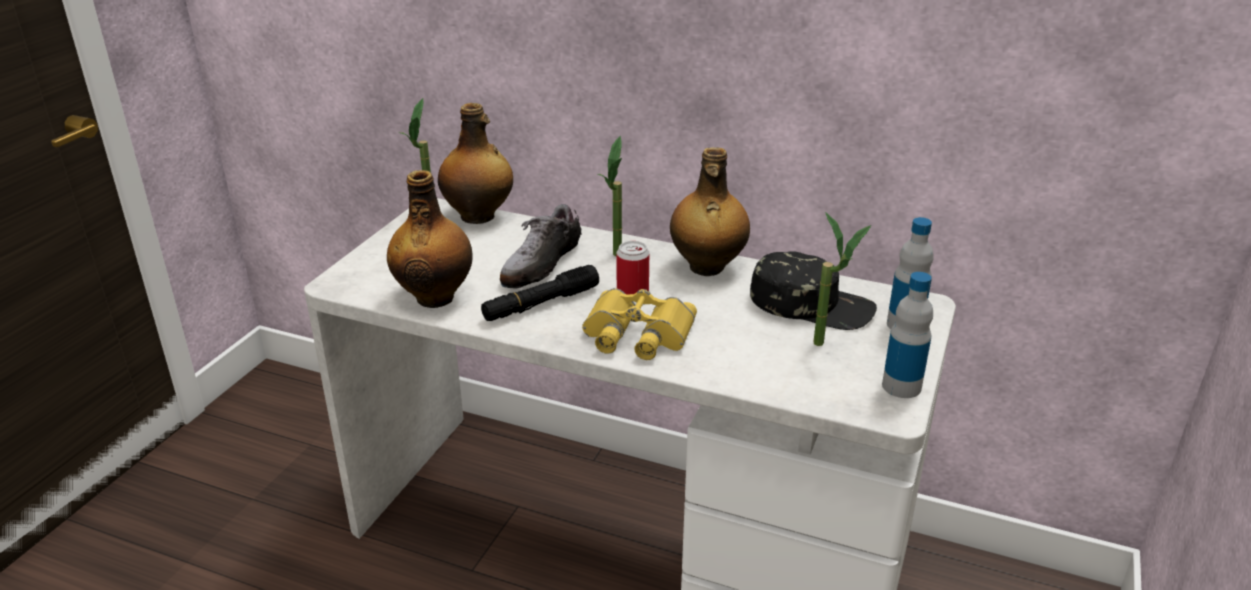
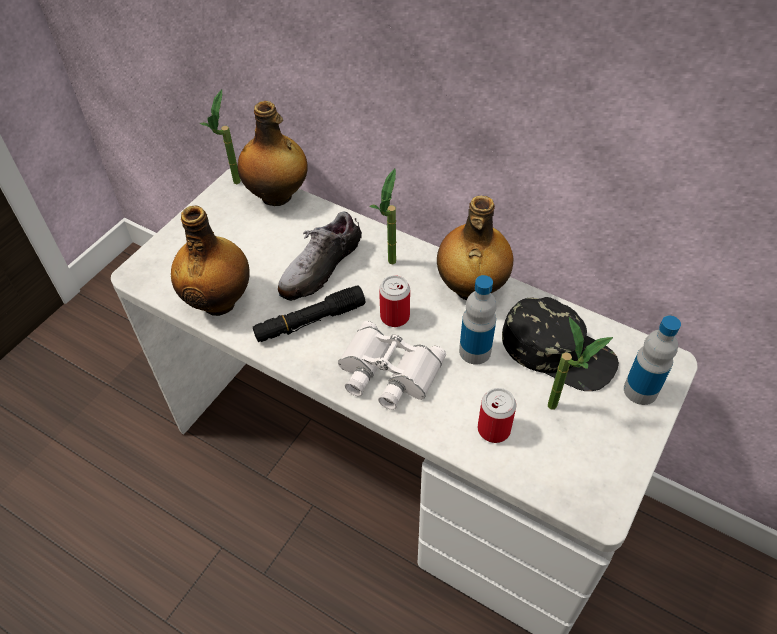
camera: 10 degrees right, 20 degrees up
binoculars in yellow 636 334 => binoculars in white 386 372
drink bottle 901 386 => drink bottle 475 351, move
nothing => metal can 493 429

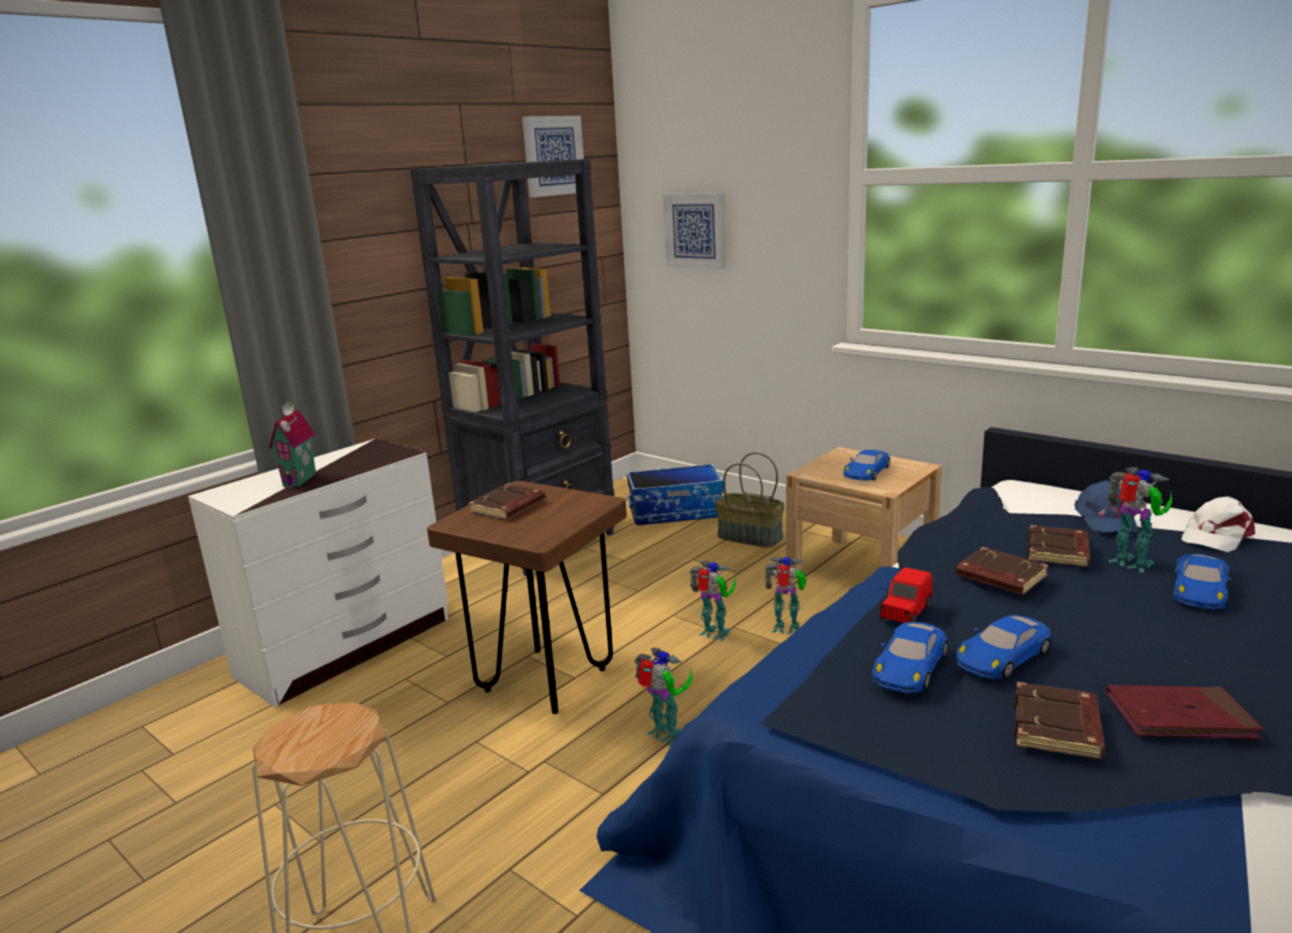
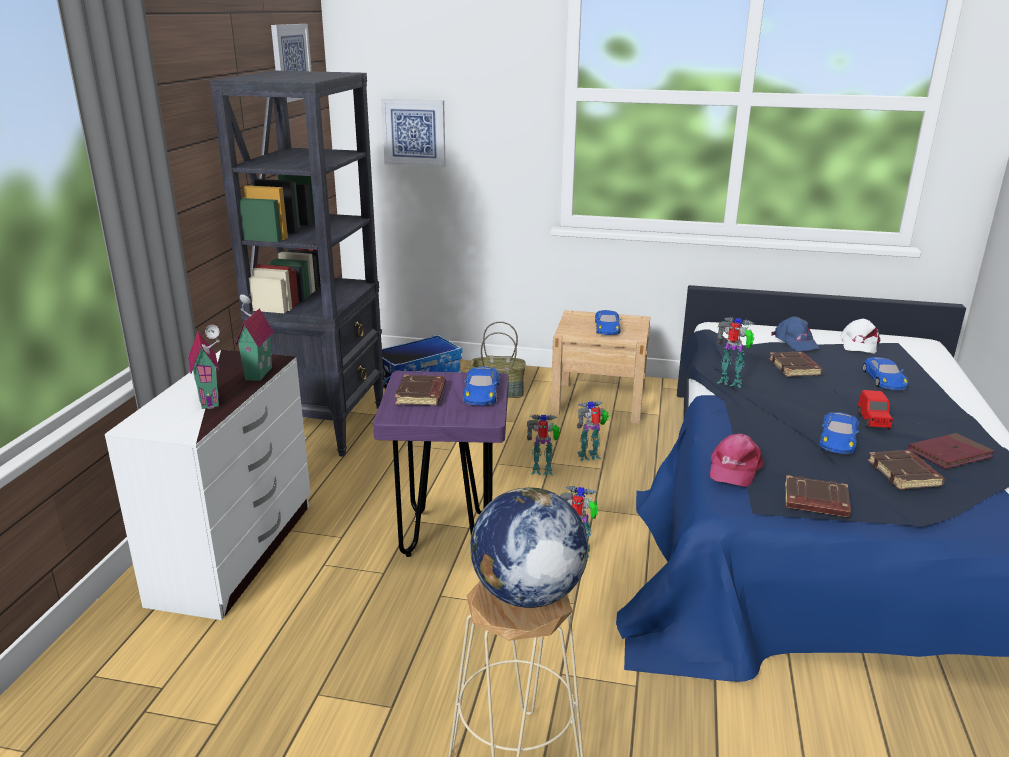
camera: 30 degrees left, 5 degrees up
stool in brownish 546 680 => stool in purple-coloured 448 535
miniature car in bluish 910 665 => miniature car in bluish 481 392, move
miniature car in red-coloured 905 613 => miniature car in red-coloured 873 421, move
bound book in brownish 999 577 => bound book in brownish 815 502, move
model robot 1131 564 => model robot 731 383, move
nothing => toy house 256 373
nothing => desk globe 526 593
nothing => peaked cap in pinkish 734 468

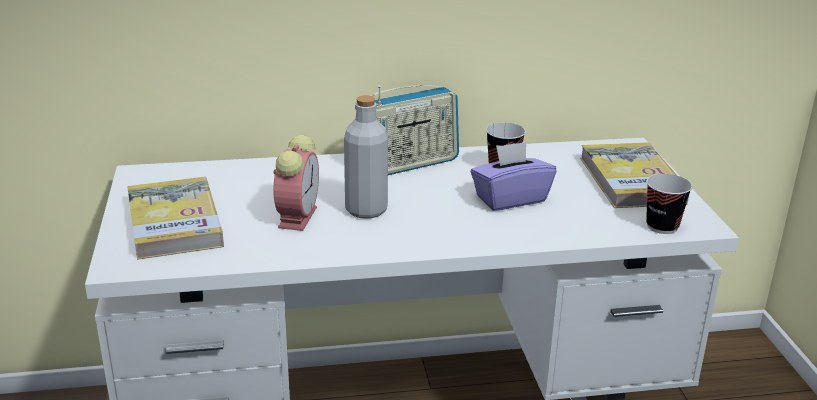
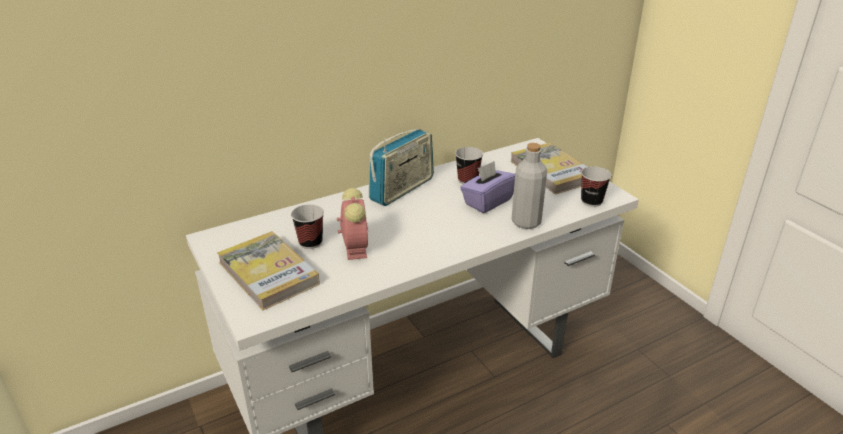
camera: 20 degrees left, 5 degrees up
drink bottle in grey 366 210 => drink bottle in grey 526 222, move
nothing => small cup 310 242

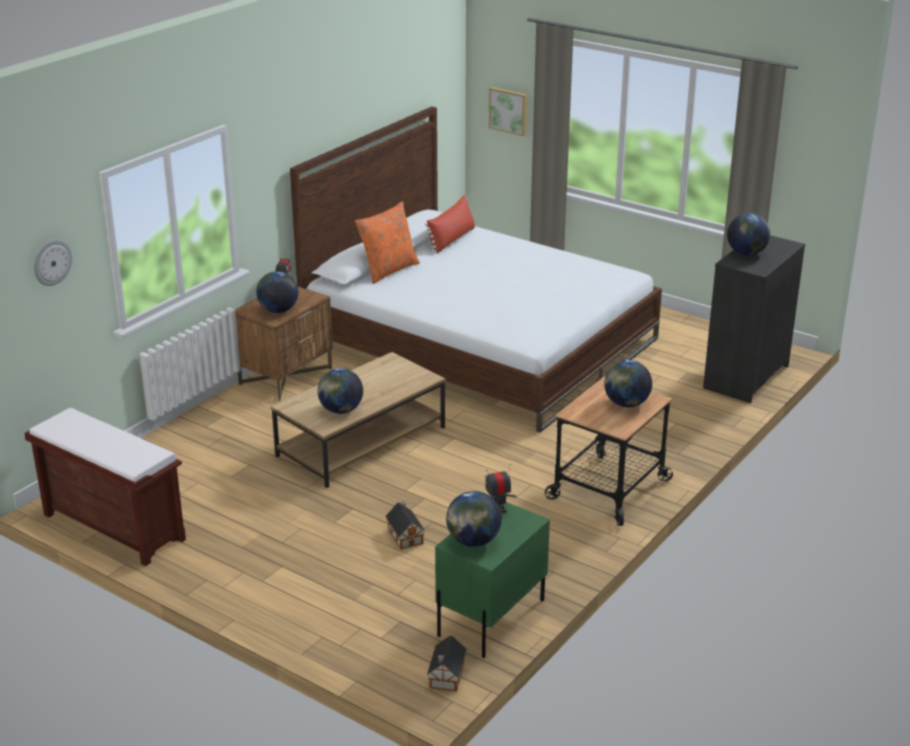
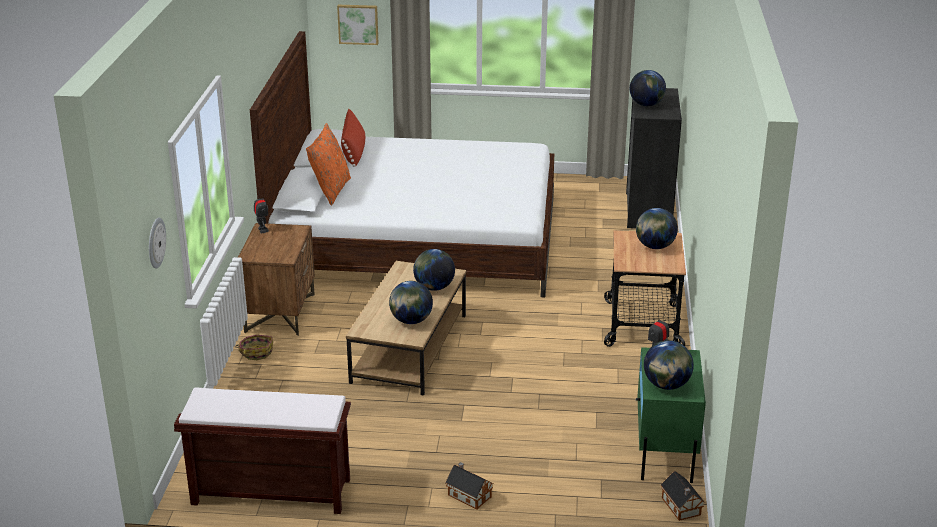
camera: 30 degrees left, 0 degrees up
desk globe 278 310 => desk globe 434 287, move
toy house 405 535 => toy house 468 495, move
nothing => storage basket 256 352

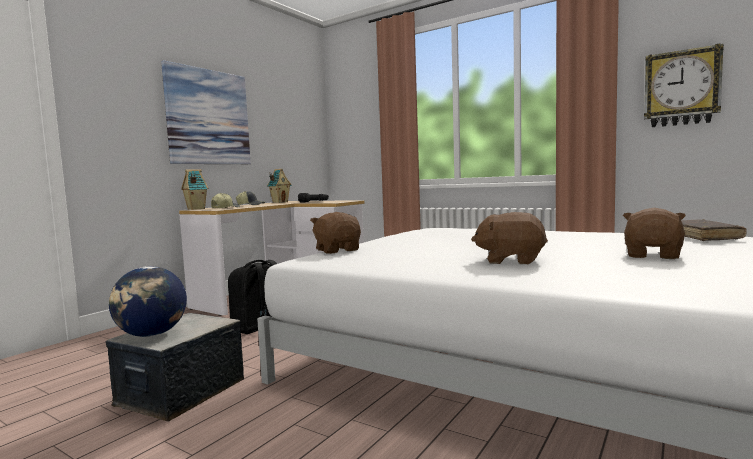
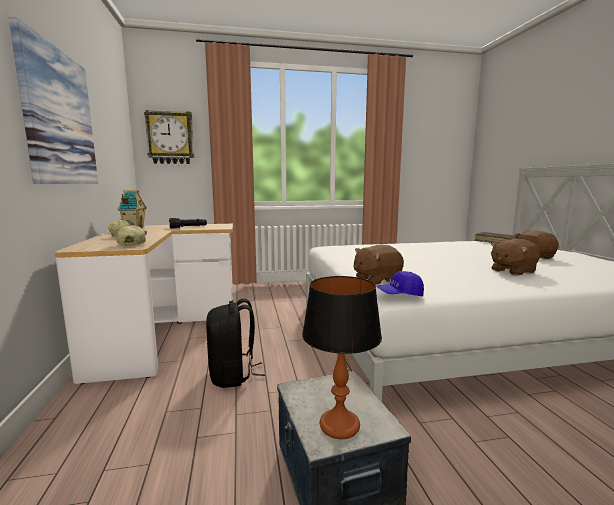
camera: 45 degrees left, 5 degrees up
desk globe 152 335 => table lamp 340 425
toy house 195 209 => nothing
cuddly toy in brownish 338 250 => cuddly toy in brownish 376 280, 45 degrees counterclockwise
hanging clock 681 88 => hanging clock 170 138, move
nothing => peaked cap in bluish 399 295

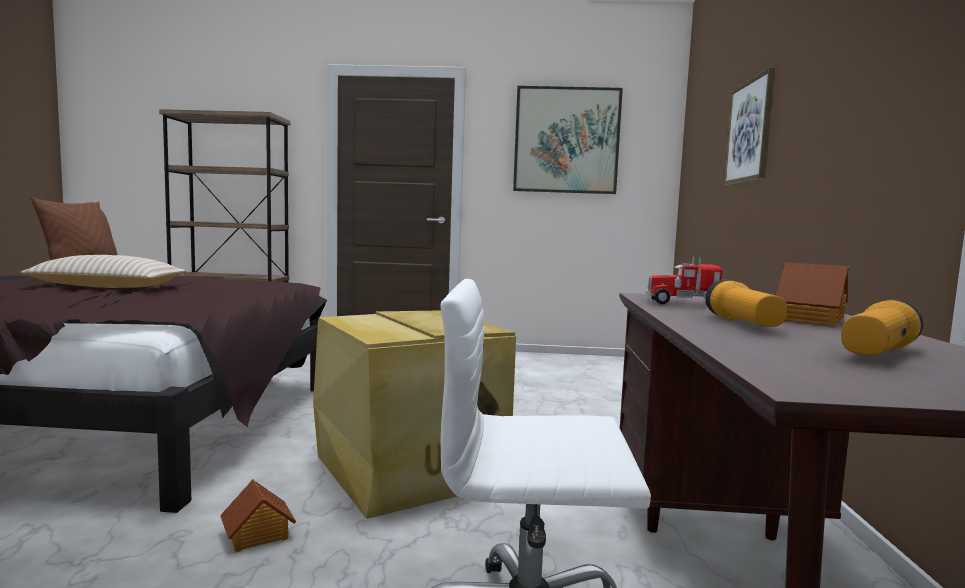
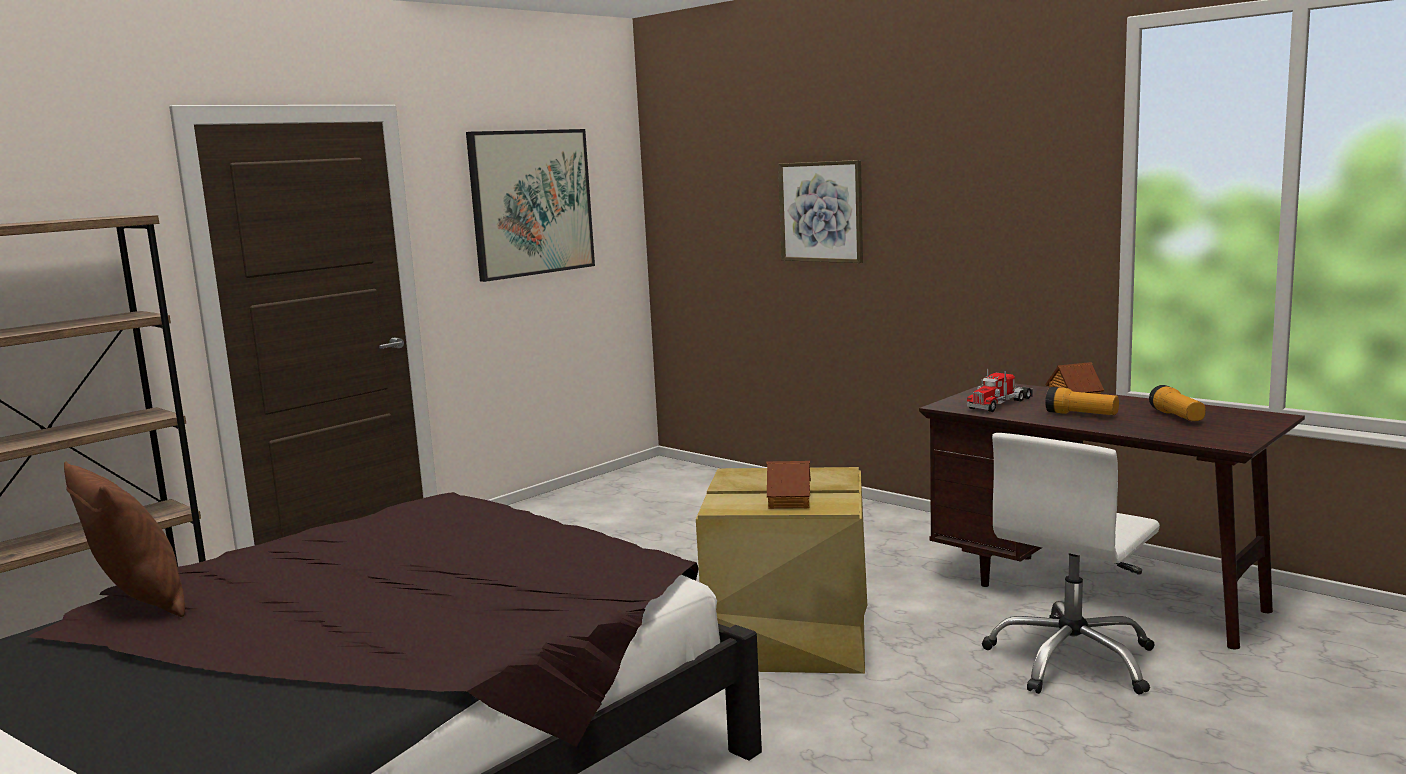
camera: 50 degrees left, 5 degrees up
throw pillow in beige 107 287 => nothing
toy house 257 534 => toy house 790 501, move

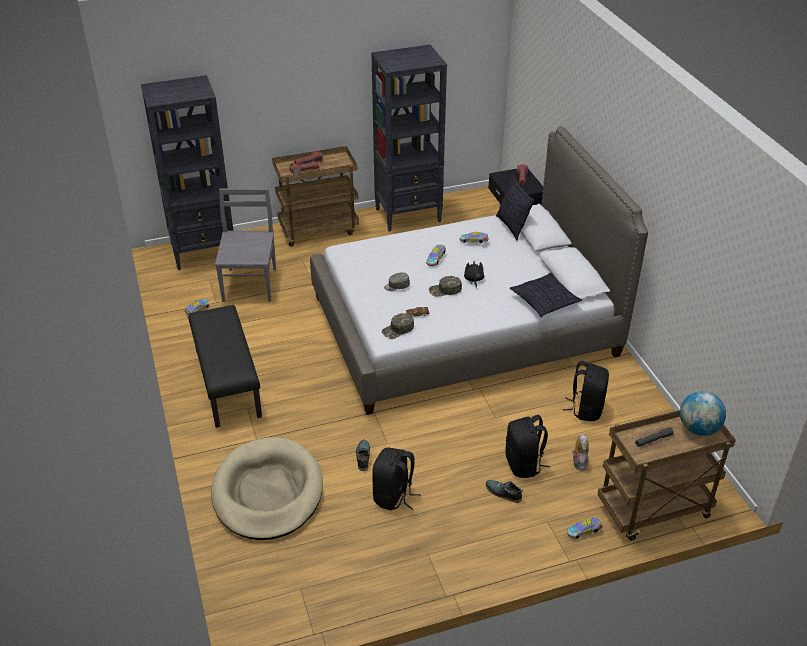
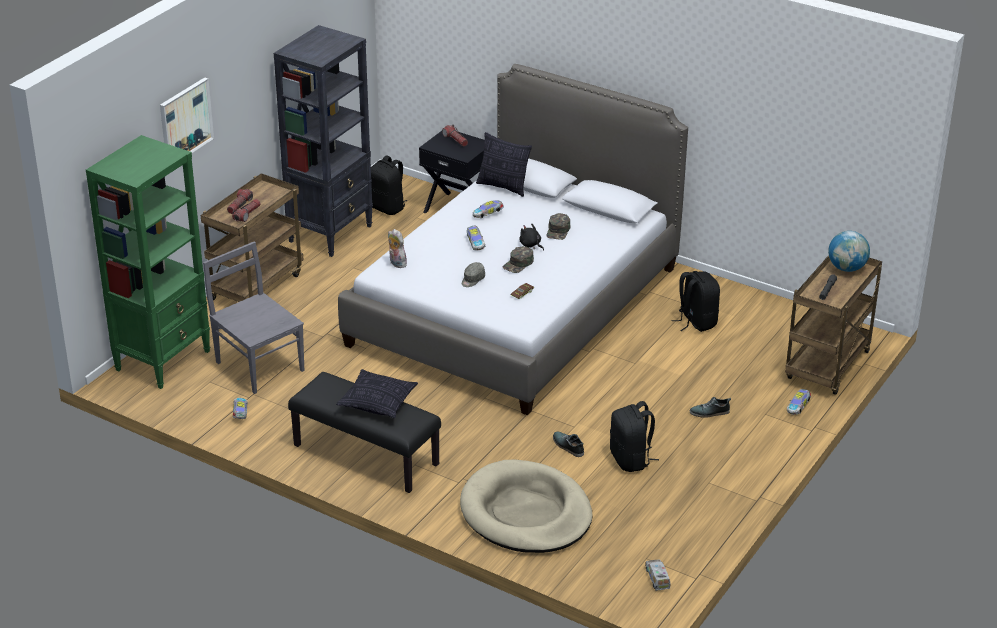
camera: 40 degrees left, 5 degrees down
bookcase in blackish 204 252 => bookcase in greenish 164 360
peaked cap in greenish 398 329 => peaked cap in greenish 558 231, move
knapsack in blackish 524 464 => knapsack in blackish 387 207, move
throw pillow 545 302 => throw pillow 378 402, move
cuddly toy 578 463 => cuddly toy 396 263, move
nothing => wall art 185 121
nothing => model truck 657 578

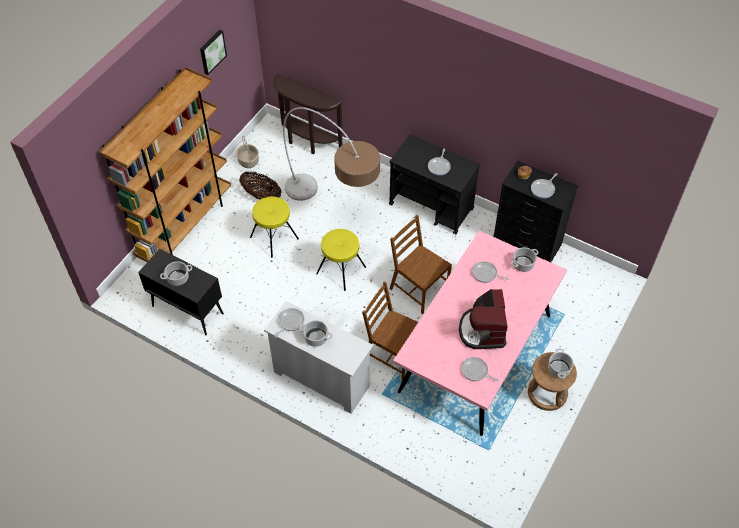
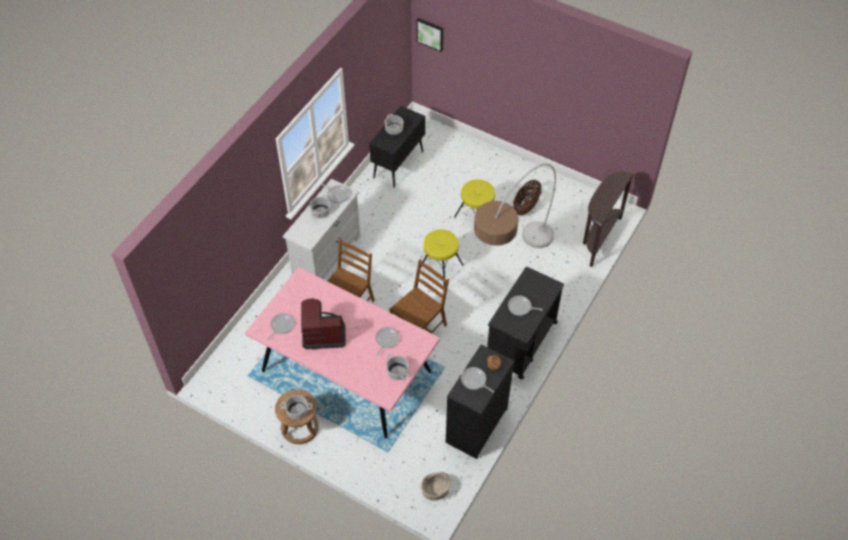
camera: 90 degrees right, 0 degrees up
bookcase in brownish 185 226 => nothing
wall art 212 51 => wall art 430 34, move
storage basket 248 161 => storage basket 435 490, move

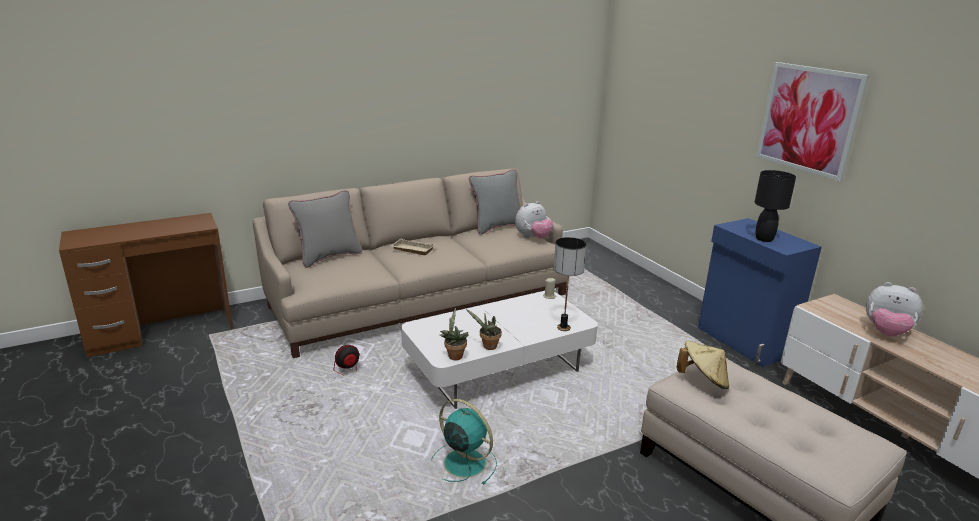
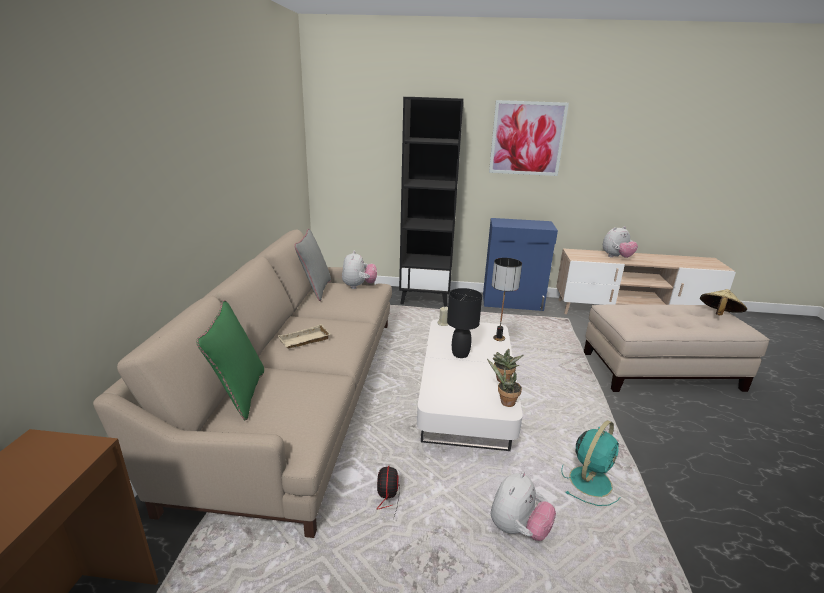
camera: 55 degrees left, 0 degrees up
throw pillow in grey 328 257 => throw pillow in greenish 240 394
fan in turquoise 463 462 => fan in turquoise 591 480, 150 degrees clockwise
hat in beige 703 380 => hat in beige 718 315, move
table lamp in blackish 764 239 => table lamp in blackish 460 354, move
nothing => bookcase in blackish 425 297
nothing => cuddly toy 518 529

